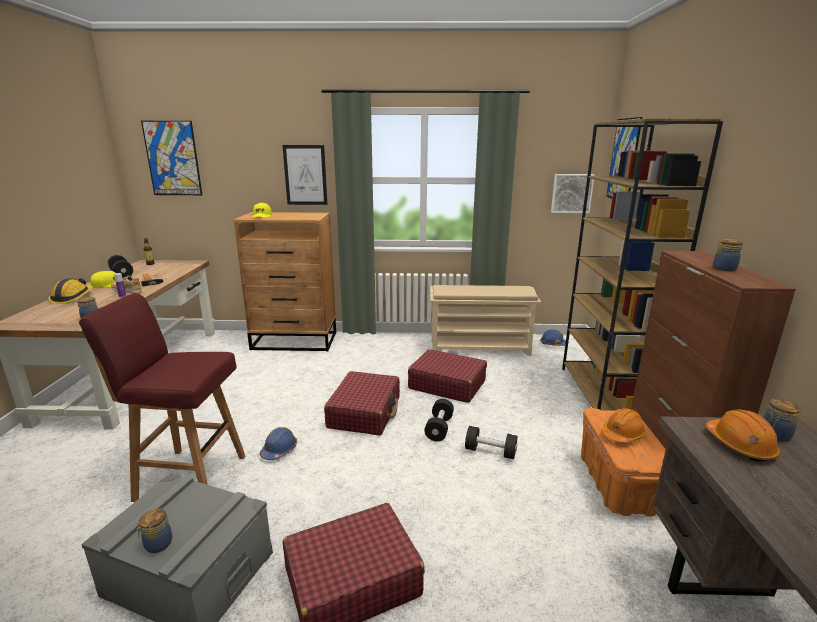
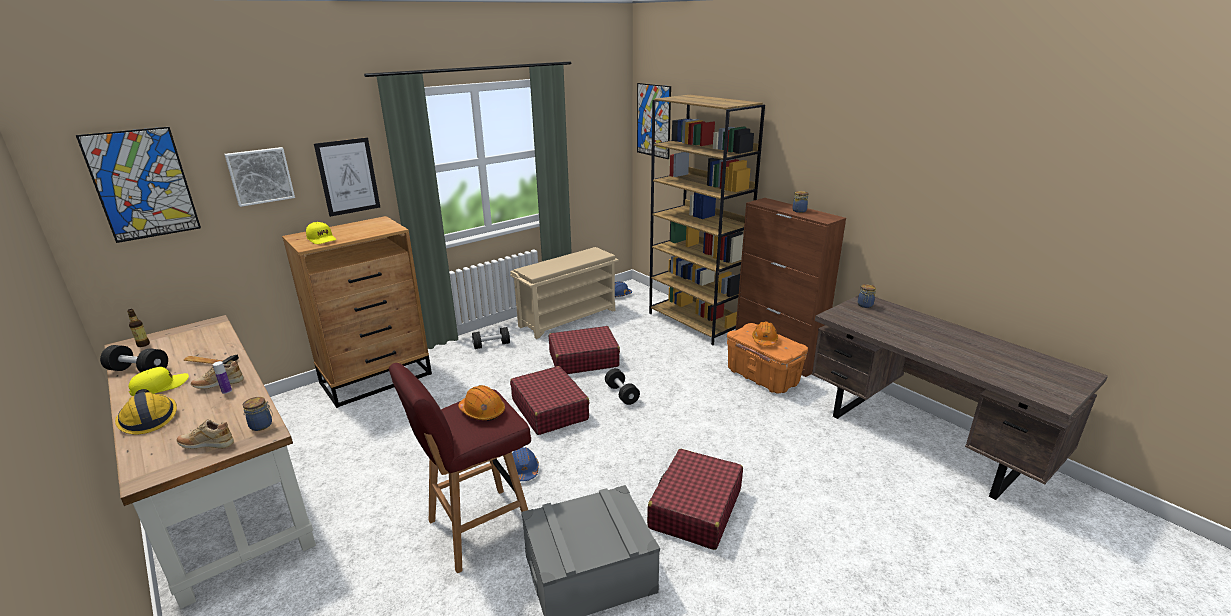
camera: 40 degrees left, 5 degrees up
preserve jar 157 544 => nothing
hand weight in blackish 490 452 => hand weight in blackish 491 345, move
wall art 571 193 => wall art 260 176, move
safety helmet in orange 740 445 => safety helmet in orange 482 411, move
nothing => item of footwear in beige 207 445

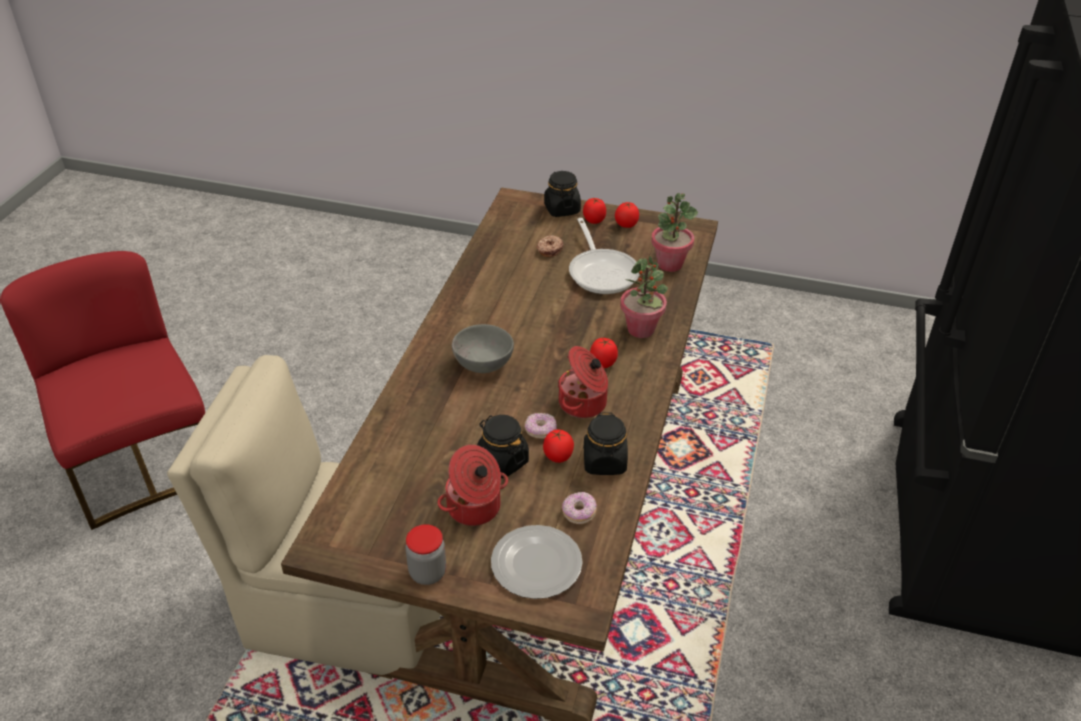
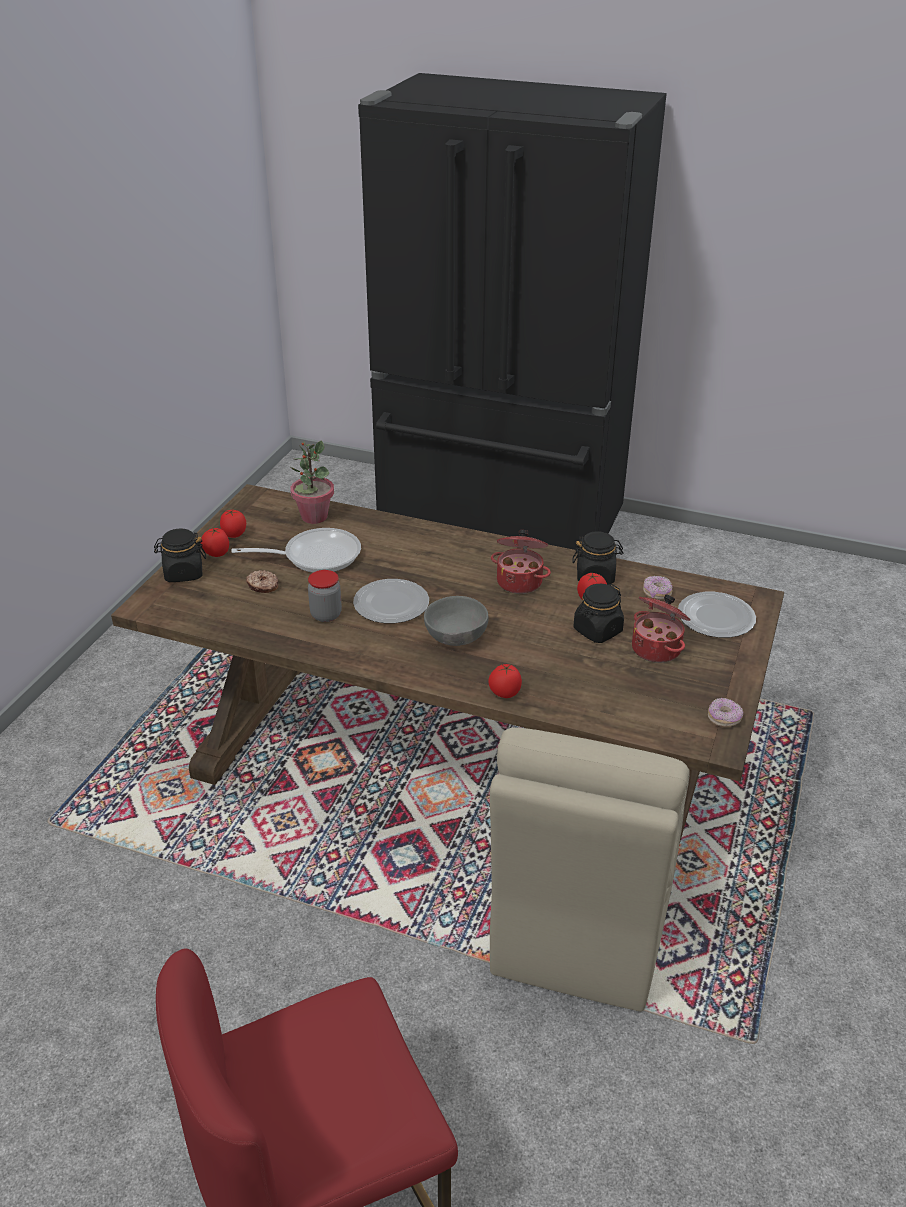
camera: 85 degrees left, 5 degrees down
preserve jar 427 573 => preserve jar 326 615, move
ring doughnut 540 431 => ring doughnut 724 719, move
whole tomato 603 363 => whole tomato 504 693, move
potted plant 641 329 => nothing
nothing => dinner plate 390 604

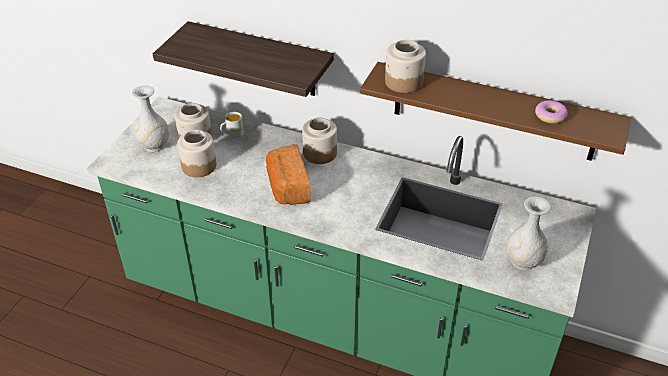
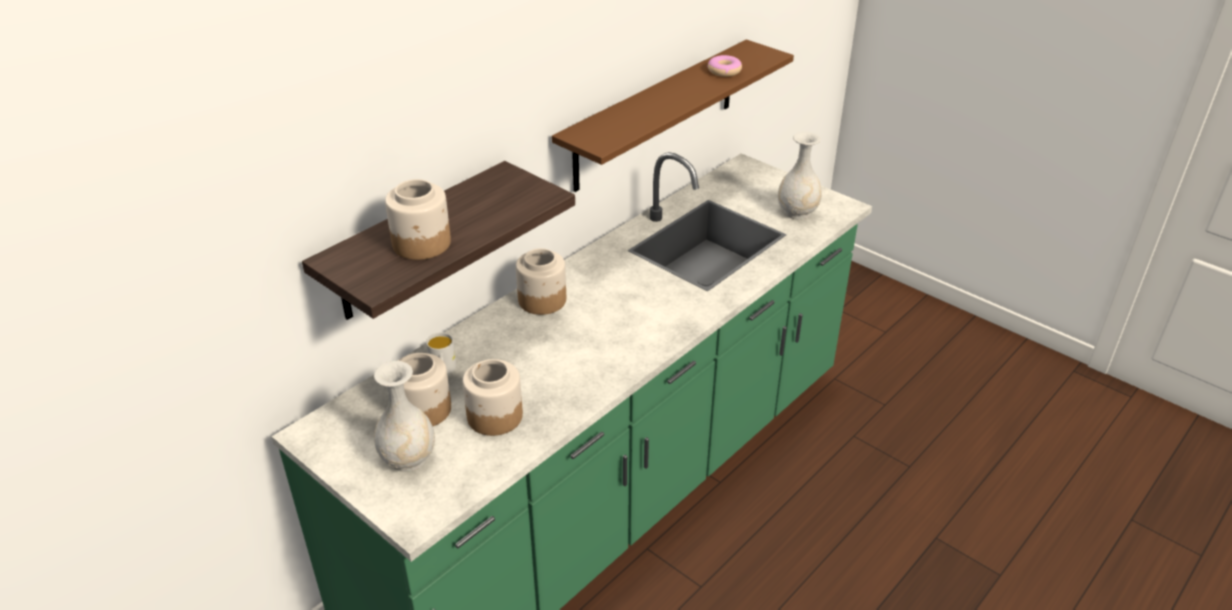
camera: 70 degrees left, 5 degrees down
baked bread 287 187 => nothing
preserve jar 403 82 => preserve jar 422 244, move

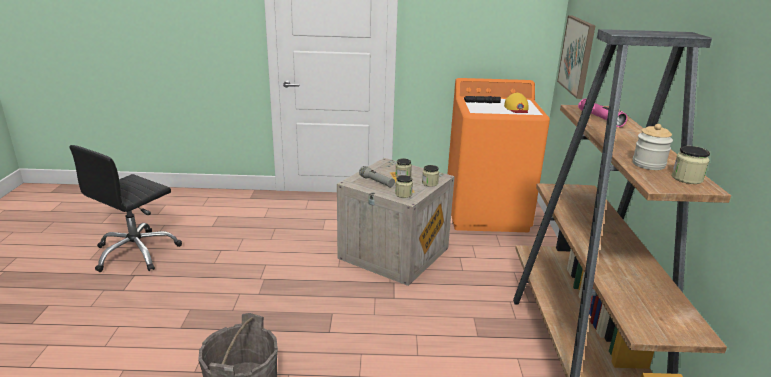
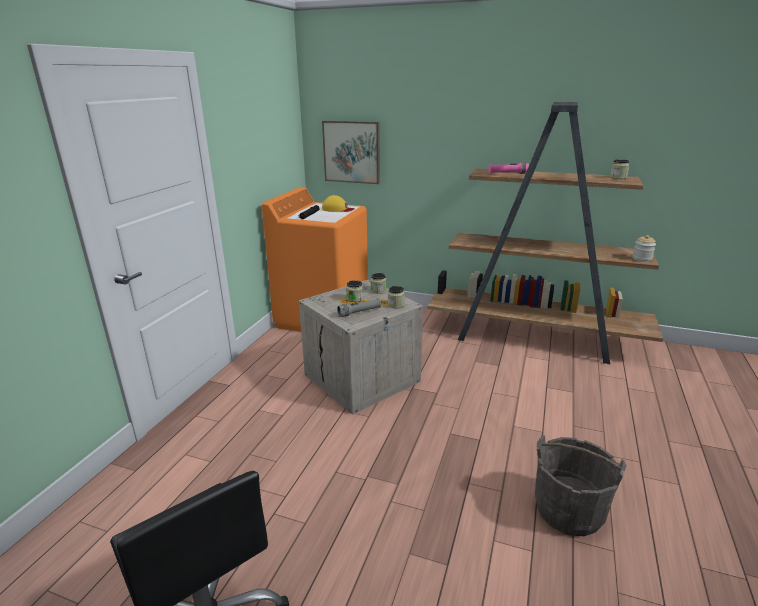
camera: 70 degrees left, 0 degrees up
preserve jar 648 164 => preserve jar 642 259, move

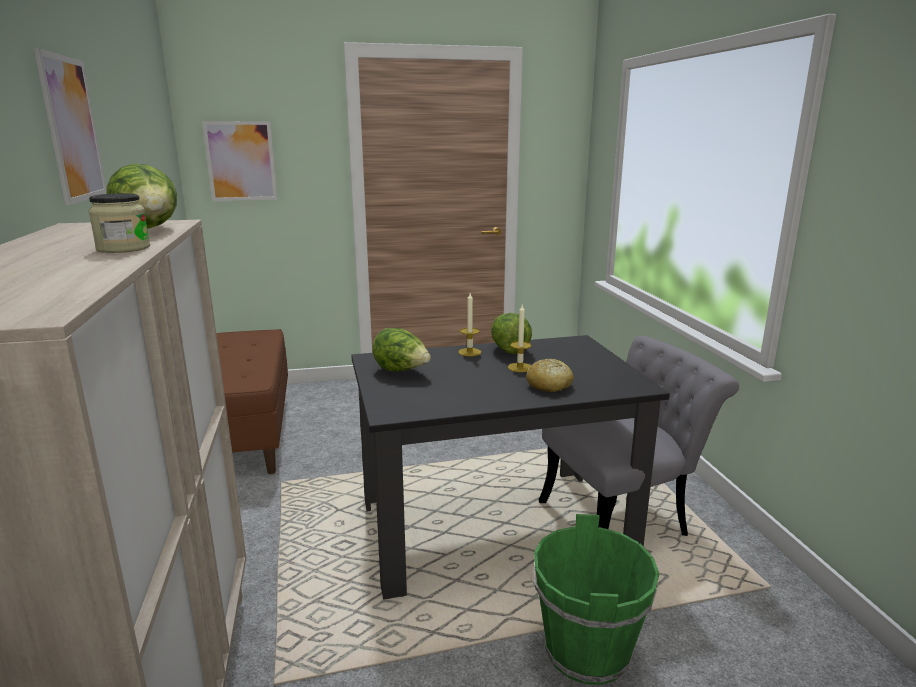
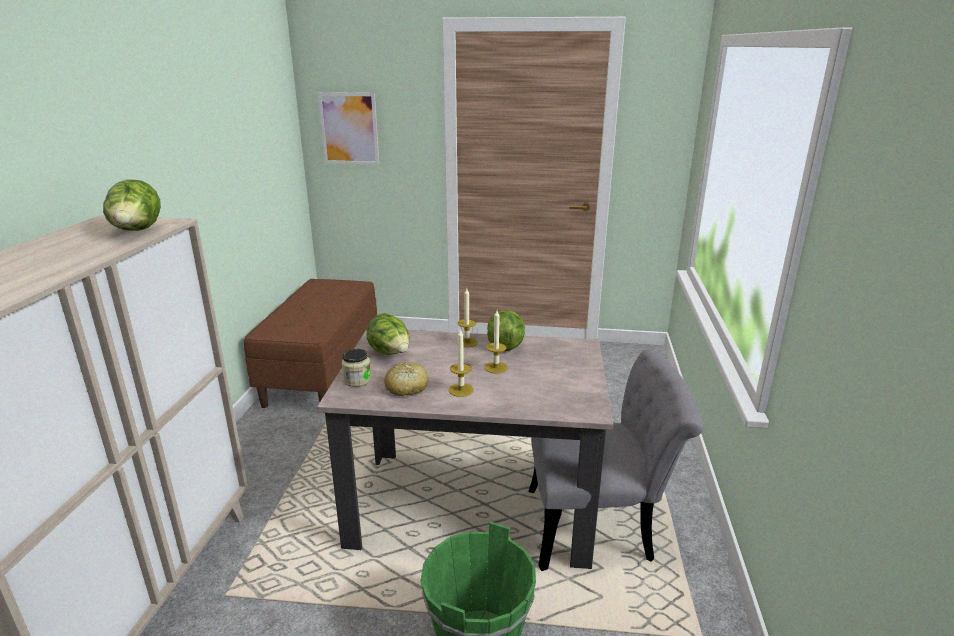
camera: 20 degrees right, 5 degrees up
wall art 72 129 => nothing
preserve jar 123 248 => preserve jar 357 380, move
dinner table in blackish 494 528 => dinner table in beige 472 506
baked bread 549 385 => baked bread 406 387, move
nothing => wax light 461 390

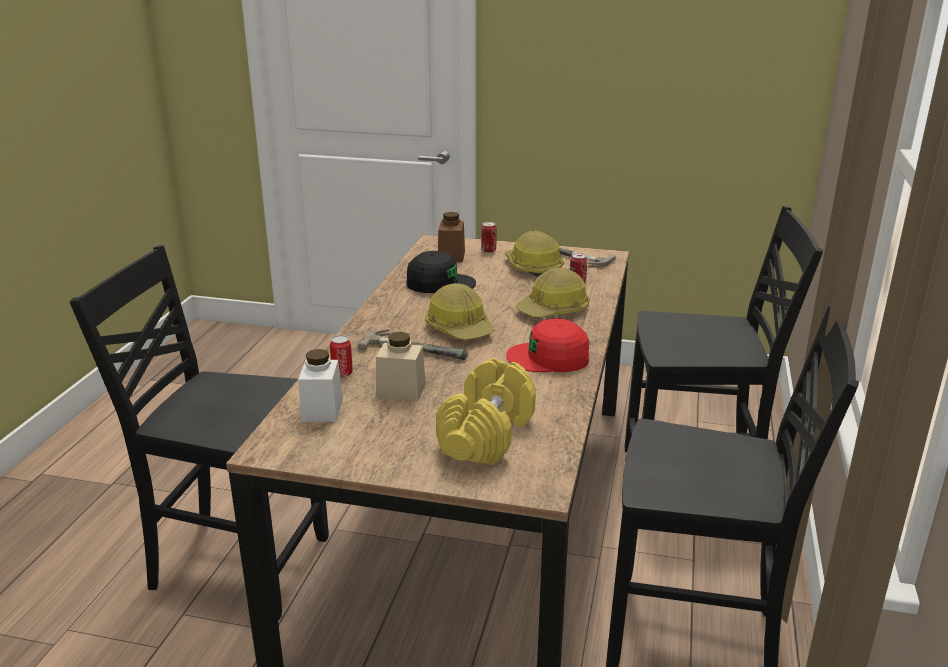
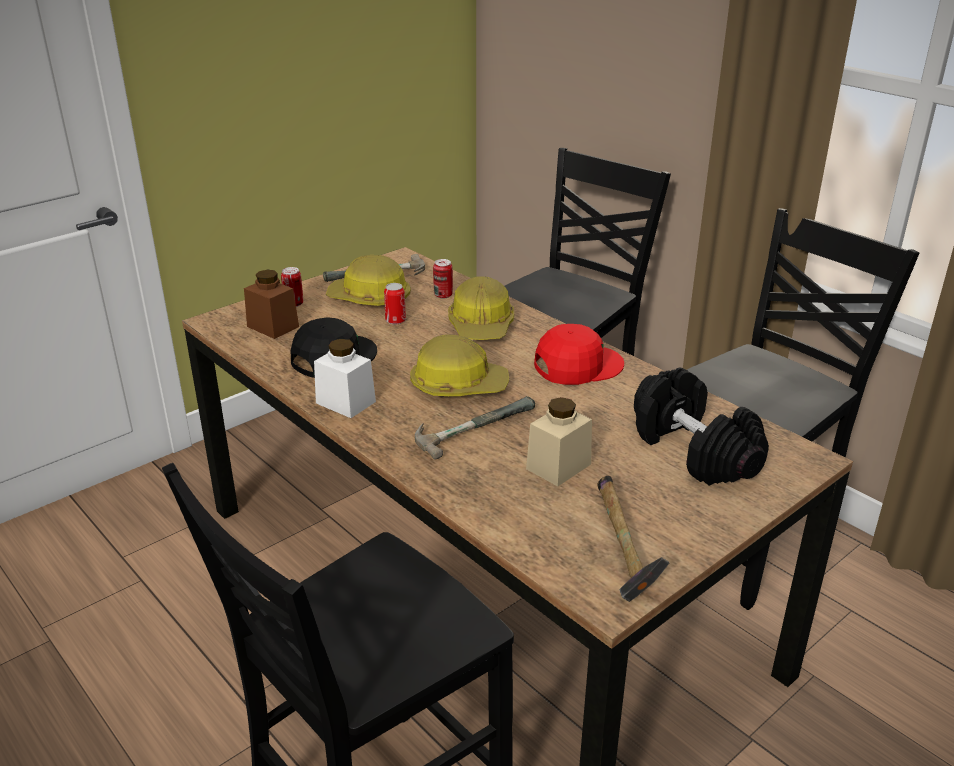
camera: 55 degrees left, 5 degrees up
preserve jar in white 322 410 => preserve jar in white 345 402, move
metal can 342 373 => metal can 395 320, move
hand weight in yellow 486 434 => hand weight in blackish 693 451
peaked cap in red-coloured 549 358 => peaked cap in red-coloured 577 365, 150 degrees counterclockwise
nothing => hammer 621 549

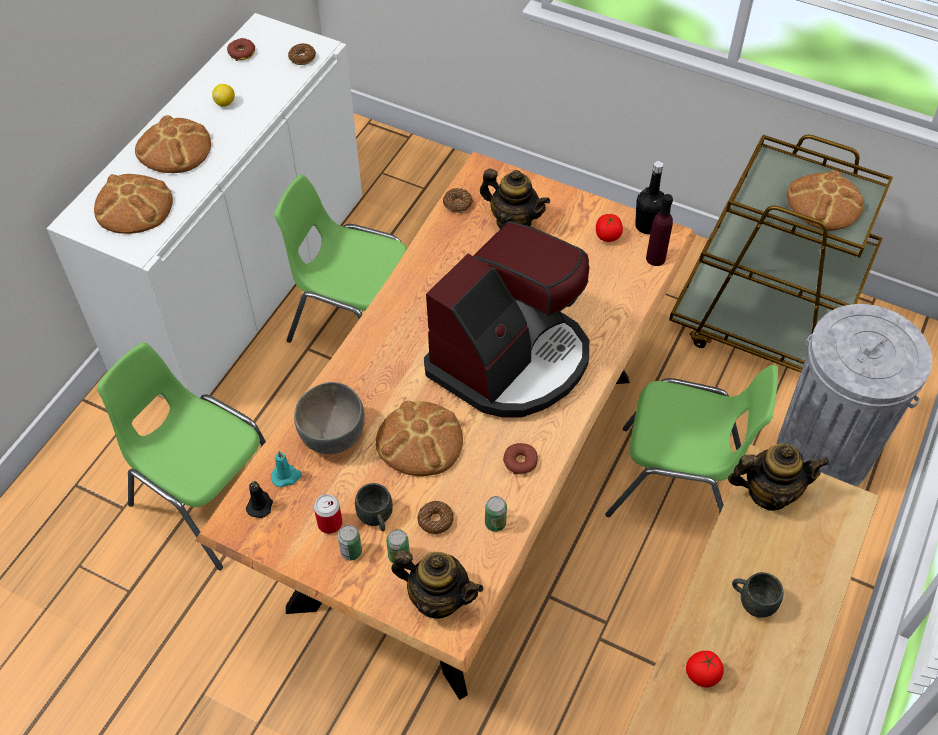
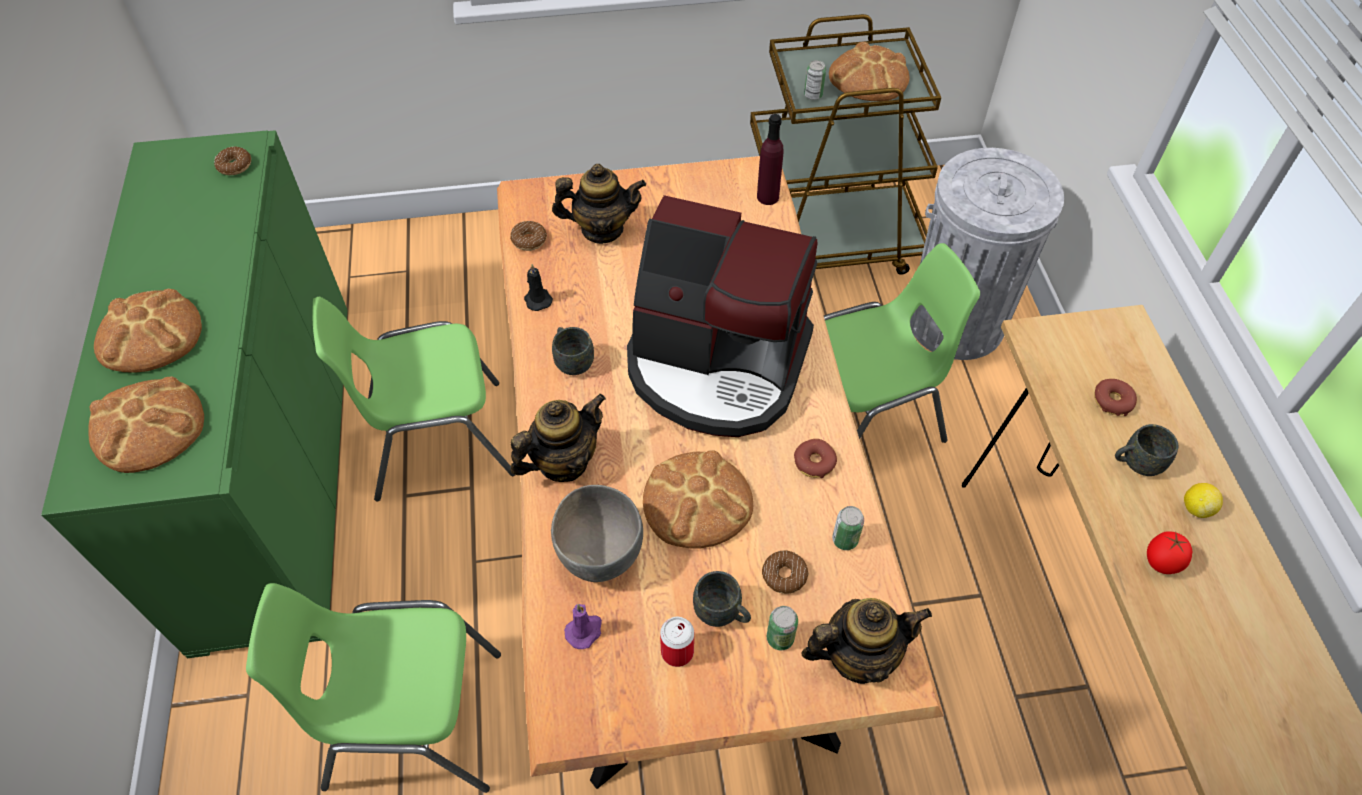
camera: 35 degrees left, 0 degrees up
cupboard in white 243 283 => cupboard in greenish 277 466
citrus fruit 225 103 => citrus fruit 1196 508, move
ring doughnut 242 53 => ring doughnut 1112 401, move
wax light in blackish 260 505 => wax light in blackish 537 299, move
wax light in turquoise 286 476 => wax light in purple-coloured 584 631
metal can 351 551 => metal can 813 95, move
coffee machine 511 360 => coffee machine 717 366, 105 degrees clockwise
whole tomato 607 236 => nothing
drink bottle in blackish 647 226 => nothing
pot for tea 769 492 => pot for tea 563 462, move
nothing => mug in grey 572 360

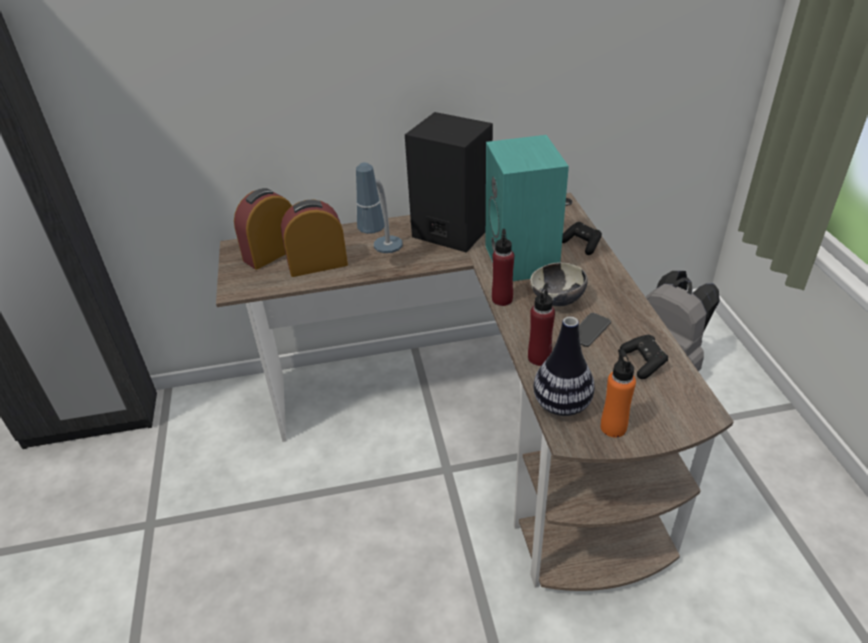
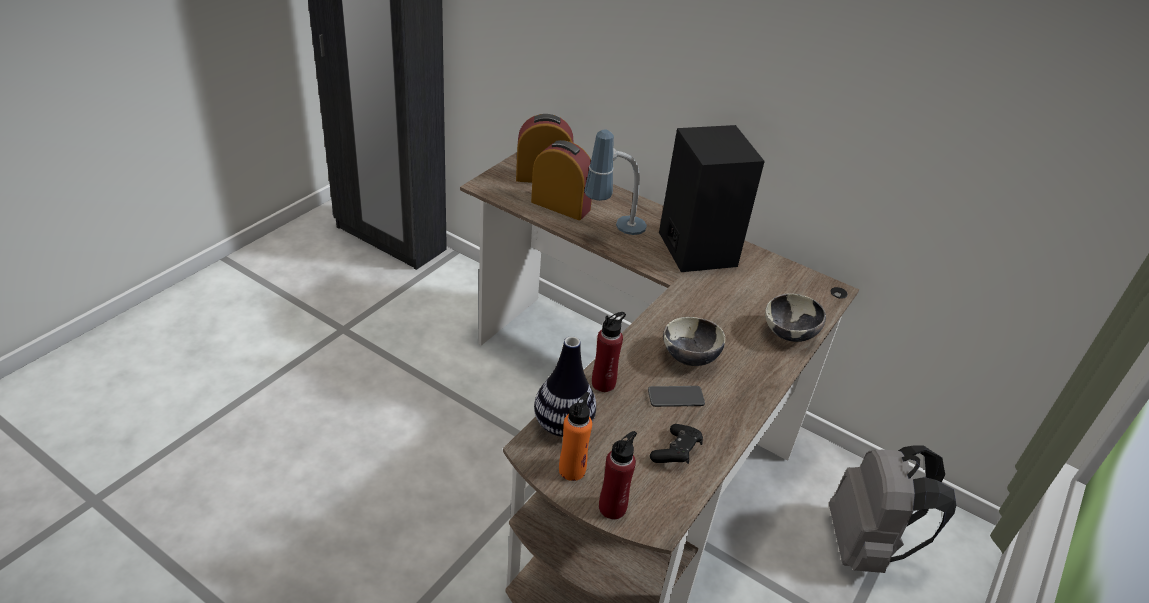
camera: 40 degrees right, 0 degrees up
speaker in turquoise 523 261 => nothing
drink bottle in red-coloured 502 299 => drink bottle in red-coloured 612 507, move
gamepad in blackish 581 244 => bowl 789 334

